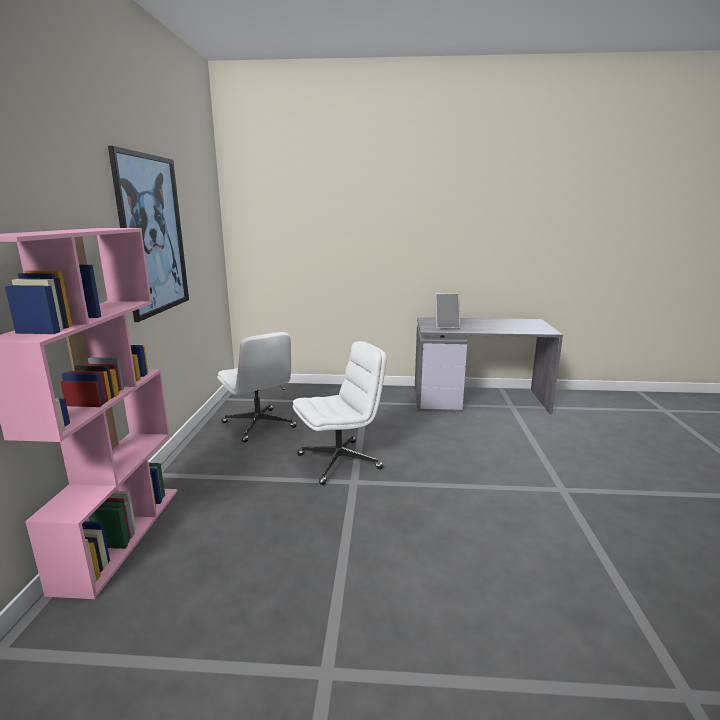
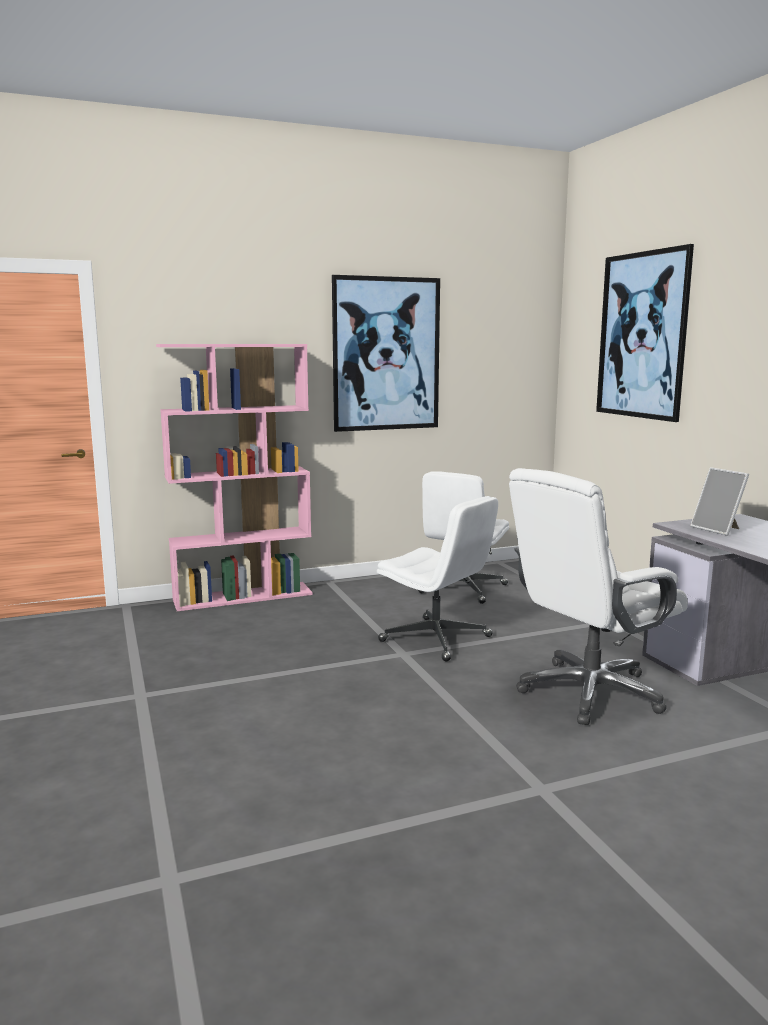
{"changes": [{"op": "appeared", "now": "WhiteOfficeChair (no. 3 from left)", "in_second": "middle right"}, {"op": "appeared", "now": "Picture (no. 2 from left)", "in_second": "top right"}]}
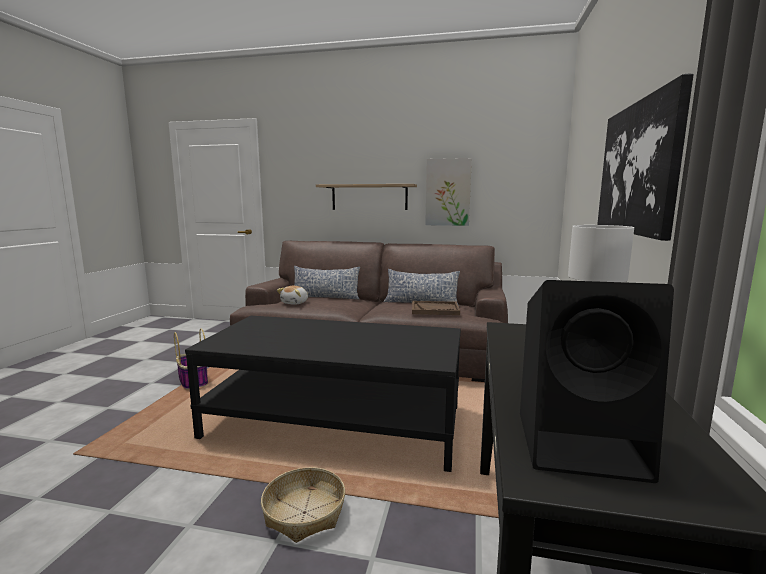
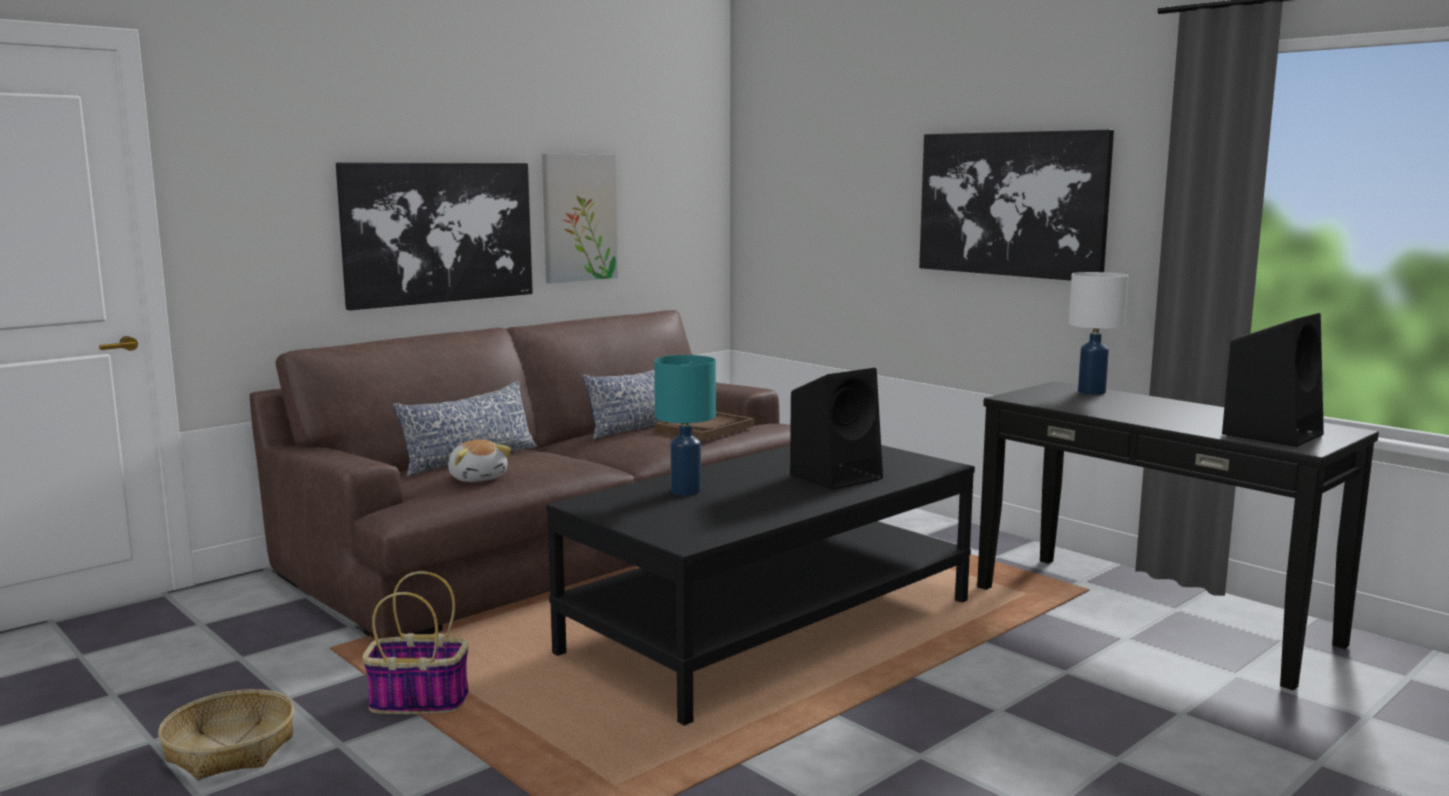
{"changes": [{"op": "appeared", "now": "TurquoiseTableLamp", "in_second": "centre"}, {"op": "appeared", "now": "BlackSpeaker (no. 1 from left)", "in_second": "centre"}, {"op": "relocated", "was": "Basket (no. 2 from left in the first image)", "now": "Basket (no. 1 from left)", "in_first": "bottom centre", "in_second": "bottom left"}, {"op": "exchanged", "was": "Shelf", "now": "Picture (no. 1 from left)", "in_first": "centre", "in_second": "top left"}]}
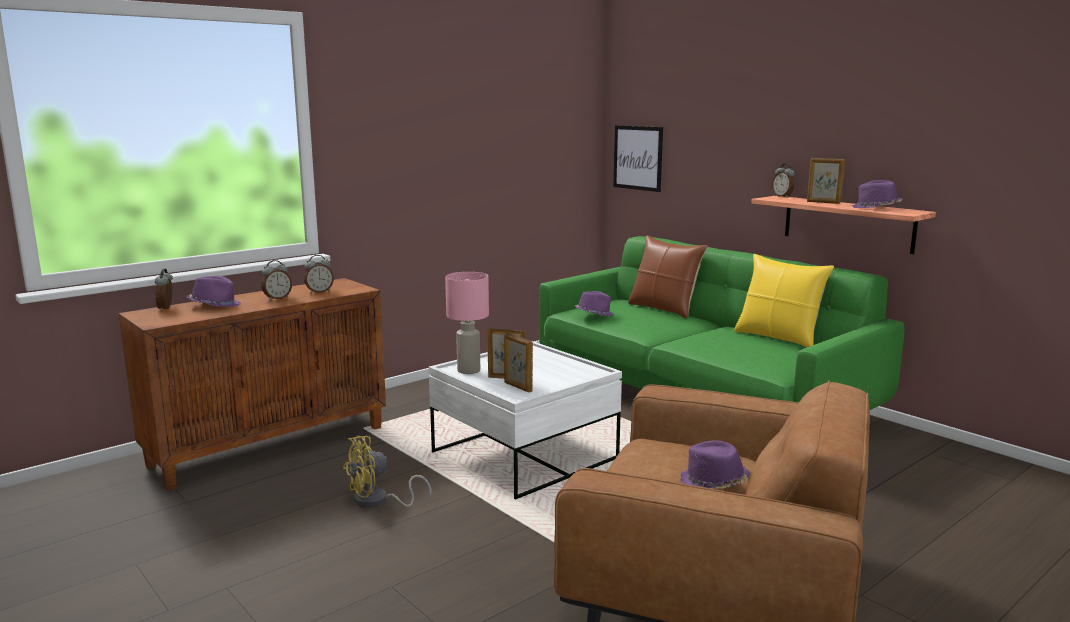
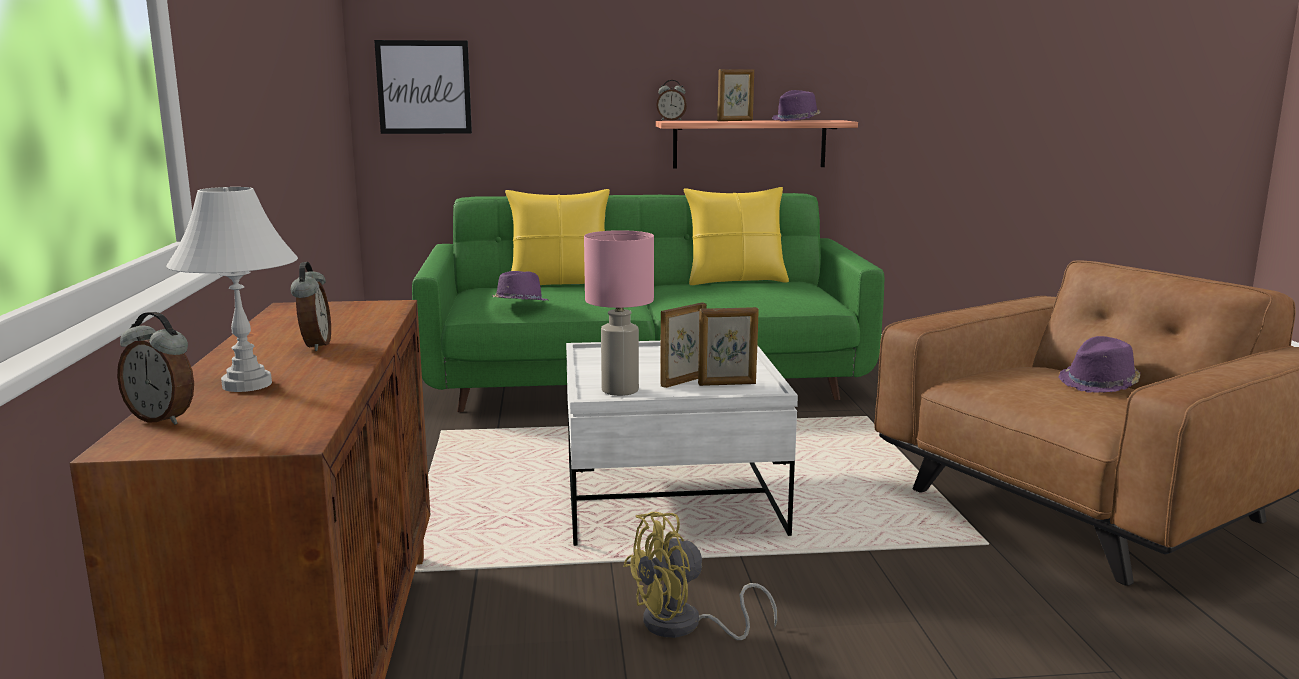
{"changes": [{"op": "missing", "was": "AlarmClock (no. 3 from left)", "in_first": "middle left"}, {"op": "exchanged", "was": "PurpleHat (no. 1 from left)", "now": "WhiteTableLamp", "in_first": "middle left", "in_second": "middle left"}, {"op": "colour", "was": "BrownPillow", "now": "YellowPillow (no. 1 from left)", "in_first": "centre", "in_second": "centre"}, {"op": "spun", "was": "YellowFan", "in_first": "bottom centre", "in_second": "bottom centre", "clockwise": 60}]}
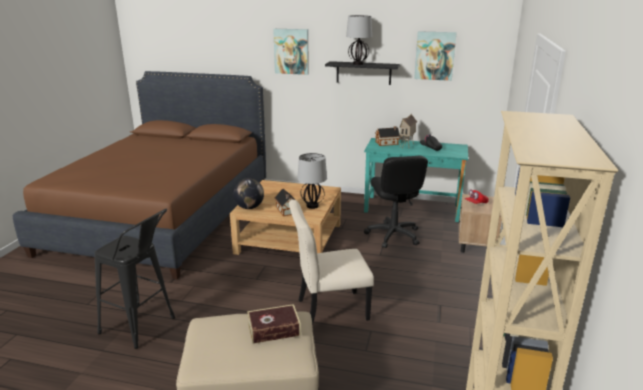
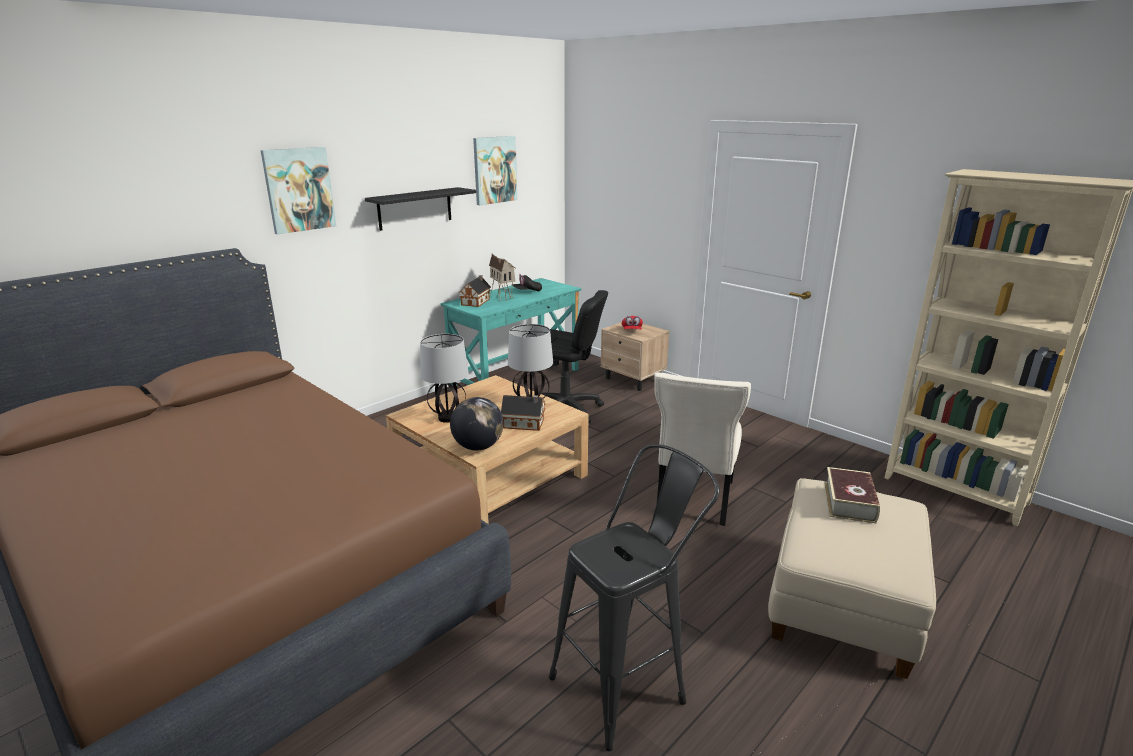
{"changes": [{"op": "relocated", "was": "TableLamp (no. 2 from left in the first image)", "now": "TableLamp (no. 1 from left)", "in_first": "top centre", "in_second": "centre"}]}
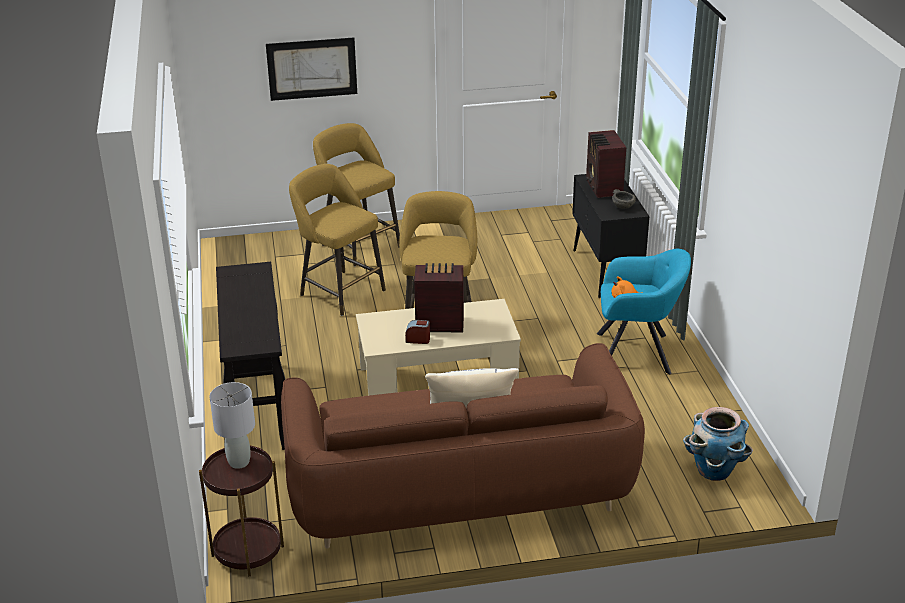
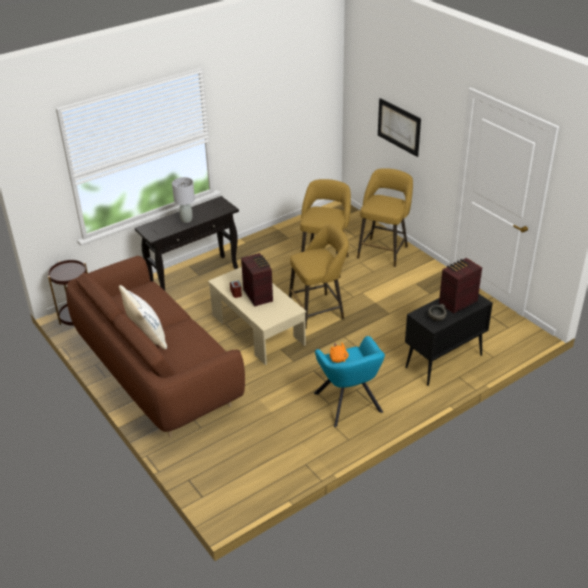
{"changes": [{"op": "missing", "was": "Planter", "in_first": "bottom right"}, {"op": "relocated", "was": "GreyTableLamp", "in_first": "bottom left", "in_second": "middle left"}]}
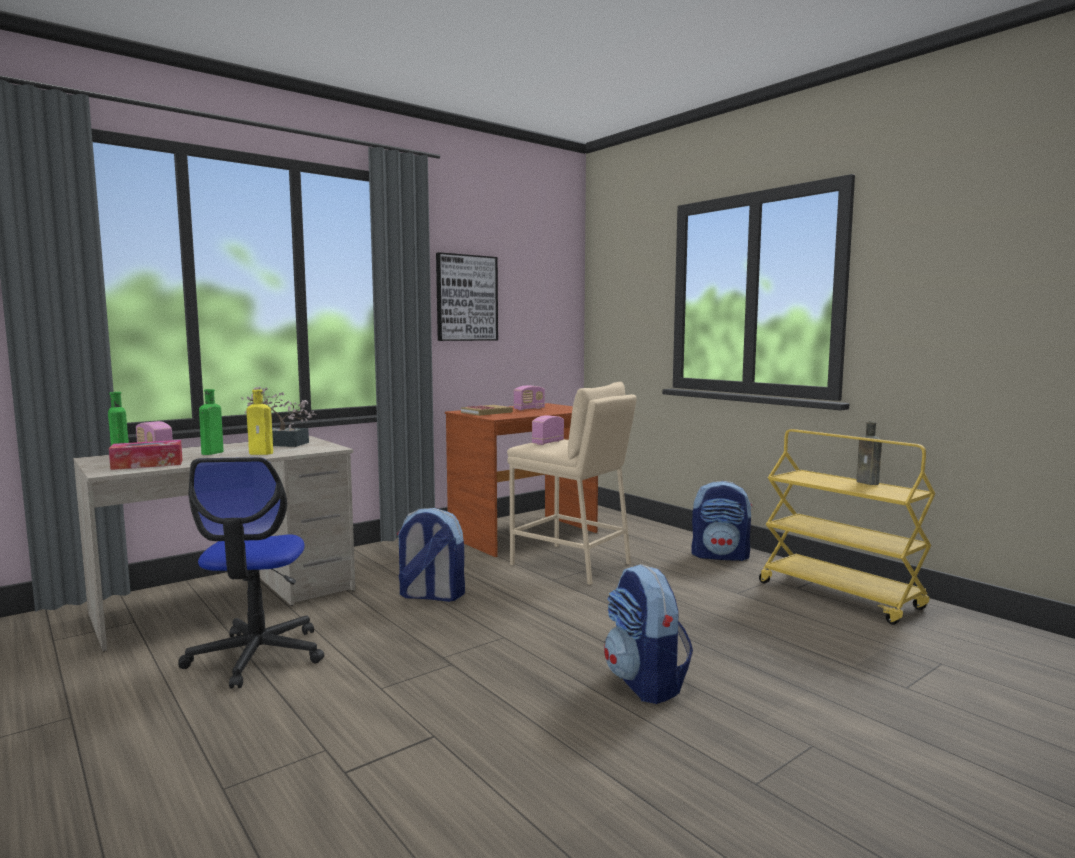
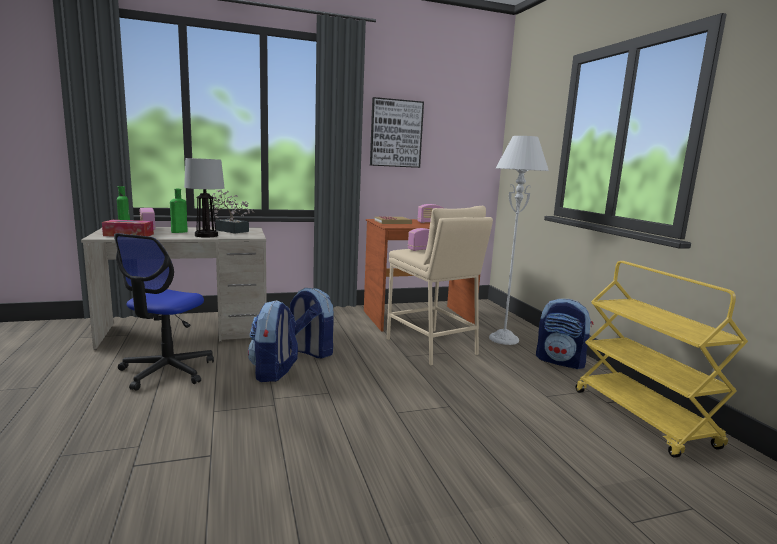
{"changes": [{"op": "missing", "was": "BrownBottle", "in_first": "middle right"}, {"op": "appeared", "now": "GreyFloorLamp", "in_second": "middle right"}, {"op": "relocated", "was": "Backpack (no. 2 from left in the first image)", "now": "Backpack (no. 1 from left)", "in_first": "bottom centre", "in_second": "centre"}, {"op": "exchanged", "was": "YellowBottle", "now": "TableLamp", "in_first": "middle left", "in_second": "middle left"}]}
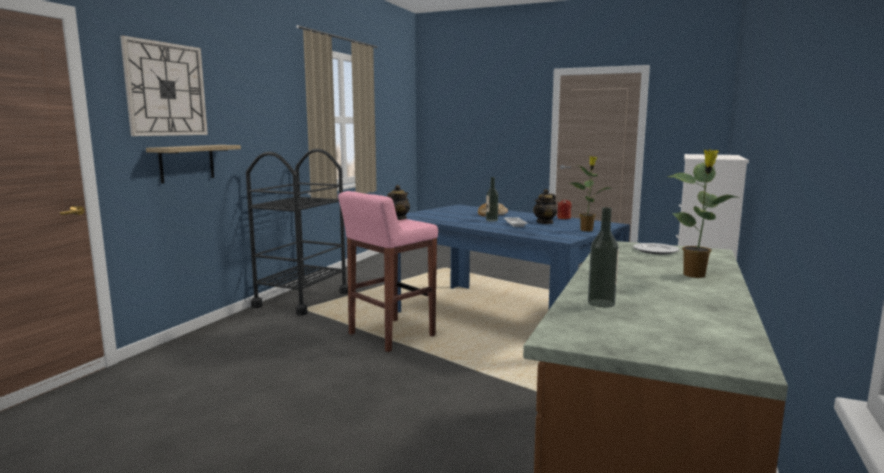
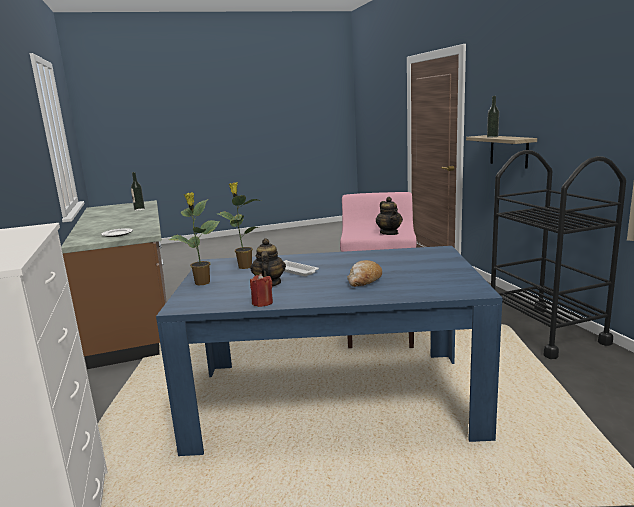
{"changes": [{"op": "missing", "was": "WallClock", "in_first": "top left"}, {"op": "relocated", "was": "Bottle (no. 1 from left in the first image)", "now": "Bottle (no. 2 from left)", "in_first": "centre", "in_second": "top right"}, {"op": "relocated", "was": "PottedPlant (no. 2 from left)", "in_first": "middle right", "in_second": "centre"}]}
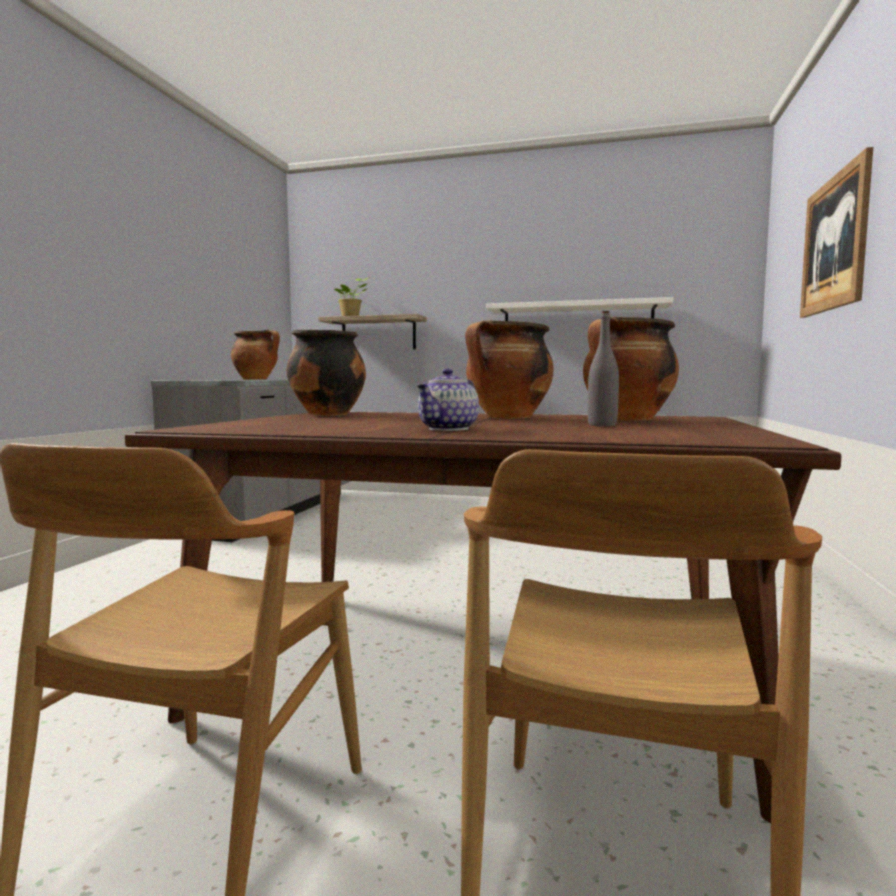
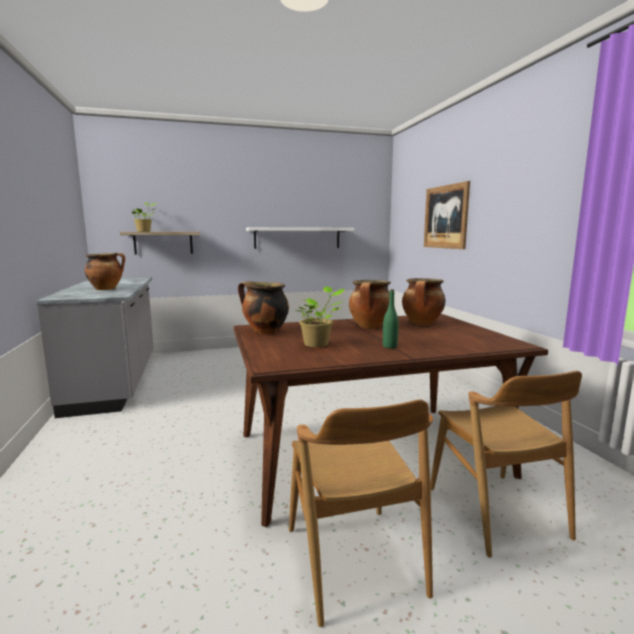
{"changes": [{"op": "missing", "was": "GreyBottle", "in_first": "middle right"}, {"op": "appeared", "now": "PottedPlant (no. 2 from left)", "in_second": "centre"}, {"op": "exchanged", "was": "Teapot", "now": "GreenBottle", "in_first": "centre", "in_second": "centre"}]}
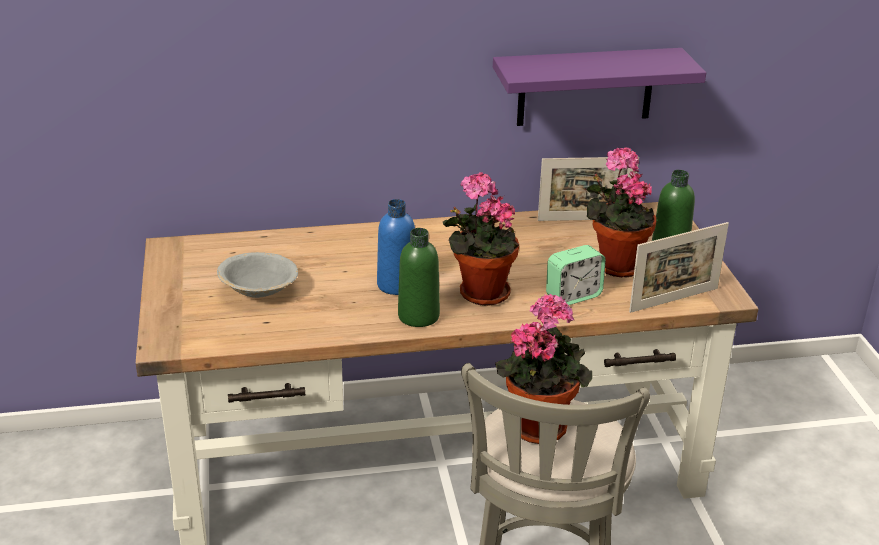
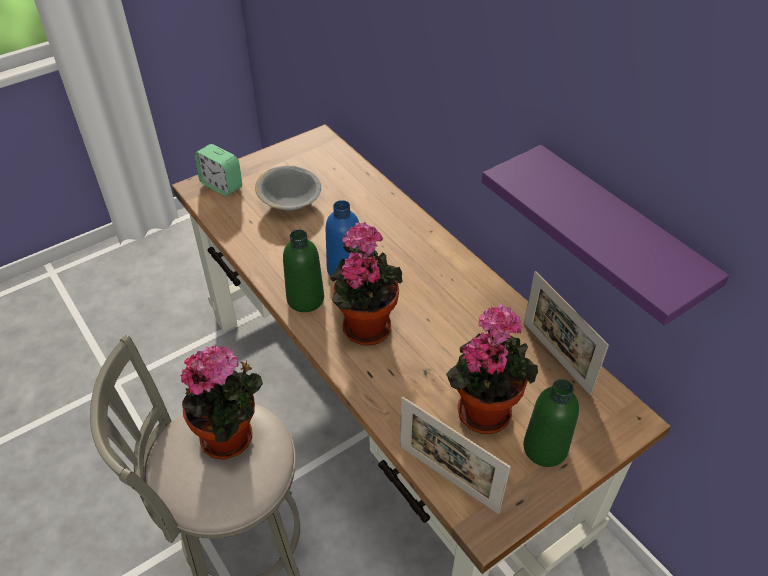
{"changes": [{"op": "relocated", "was": "AlarmClock", "in_first": "centre", "in_second": "top left"}]}
